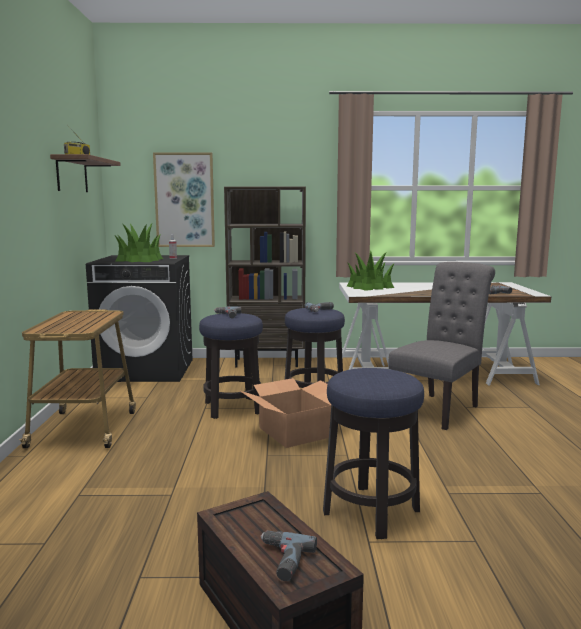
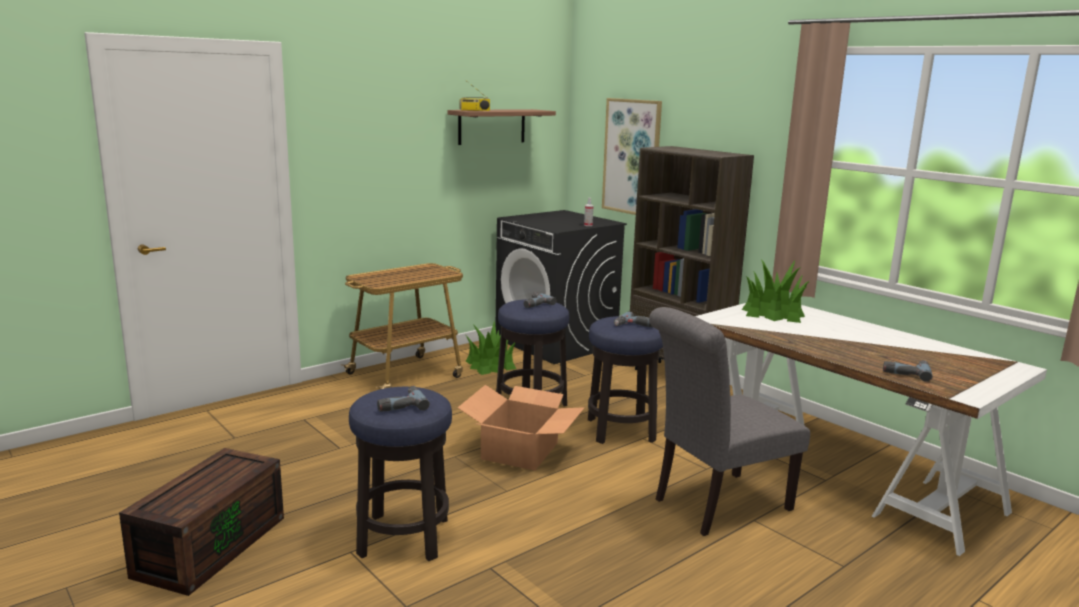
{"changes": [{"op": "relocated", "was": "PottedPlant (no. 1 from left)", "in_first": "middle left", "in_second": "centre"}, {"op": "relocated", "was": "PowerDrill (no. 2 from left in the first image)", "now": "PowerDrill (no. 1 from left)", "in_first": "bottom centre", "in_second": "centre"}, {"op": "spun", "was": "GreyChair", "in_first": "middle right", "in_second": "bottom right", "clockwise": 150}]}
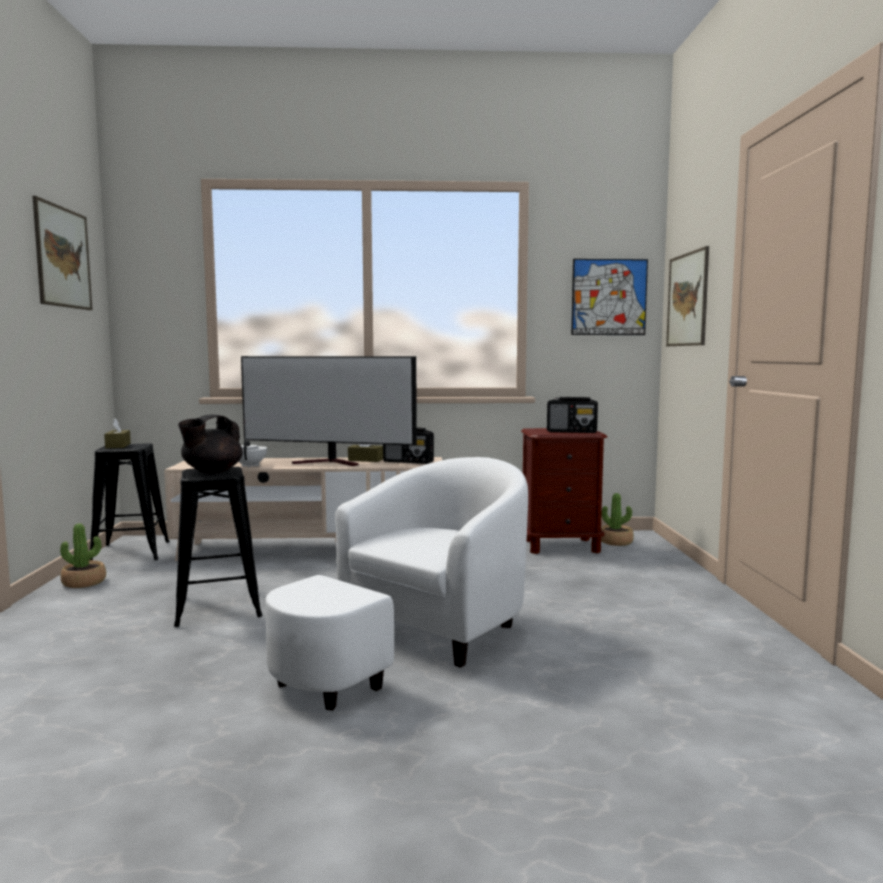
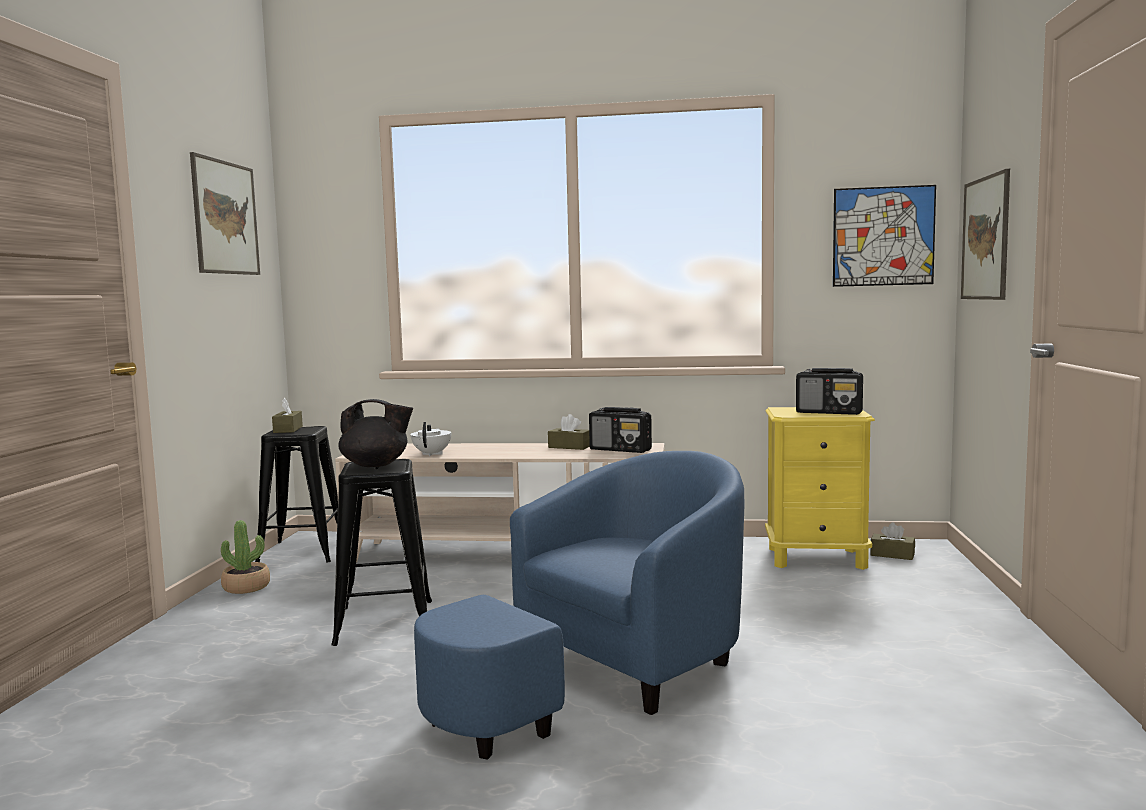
{"changes": [{"op": "missing", "was": "Television", "in_first": "centre"}, {"op": "exchanged", "was": "PottedPlant (no. 2 from left)", "now": "BrownTissueBox (no. 3 from left)", "in_first": "middle right", "in_second": "bottom right"}, {"op": "colour", "was": "WhiteArmchair", "now": "BlueArmchair", "in_first": "centre", "in_second": "bottom centre"}, {"op": "colour", "was": "BrownNightstand", "now": "YellowNightstand", "in_first": "centre", "in_second": "middle right"}, {"op": "spun", "was": "BlackTeapot", "in_first": "middle left", "in_second": "middle left", "clockwise": -135}]}
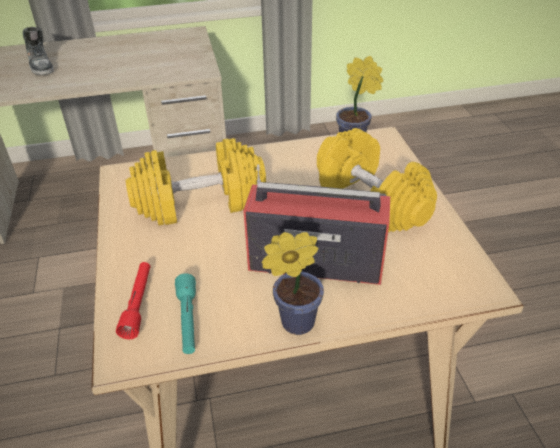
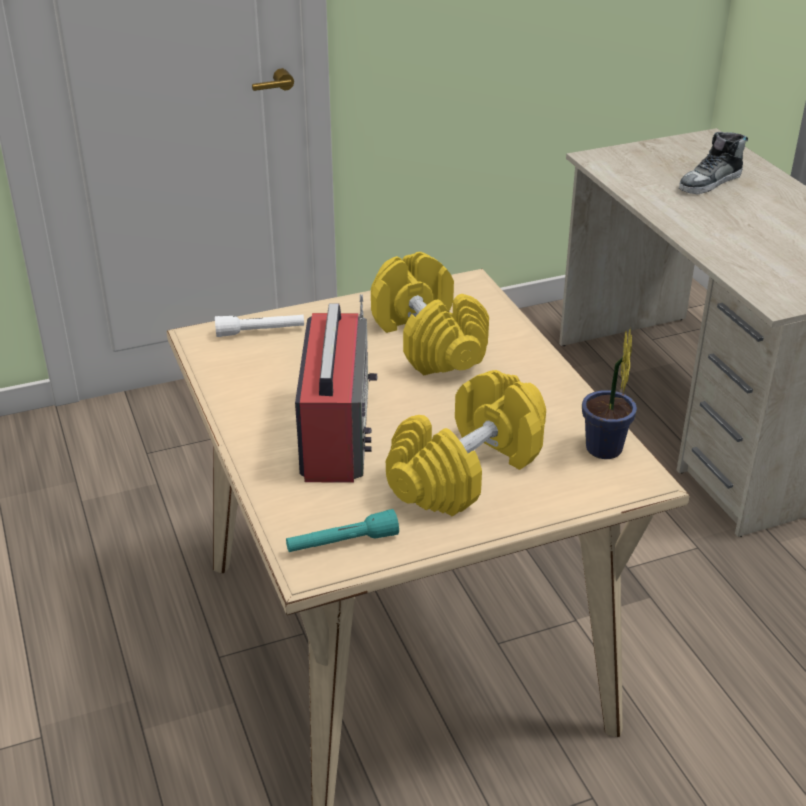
{"changes": [{"op": "missing", "was": "PottedPlant (no. 1 from left)", "in_first": "centre"}, {"op": "relocated", "was": "TurquoiseFlashlight", "in_first": "bottom left", "in_second": "centre"}, {"op": "colour", "was": "RedFlashlight", "now": "WhiteFlashlight", "in_first": "bottom left", "in_second": "middle left"}]}
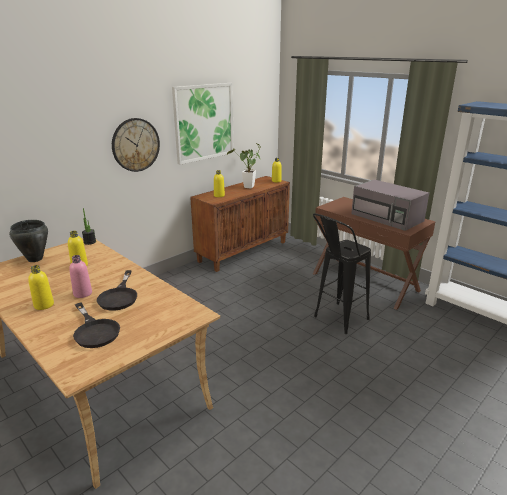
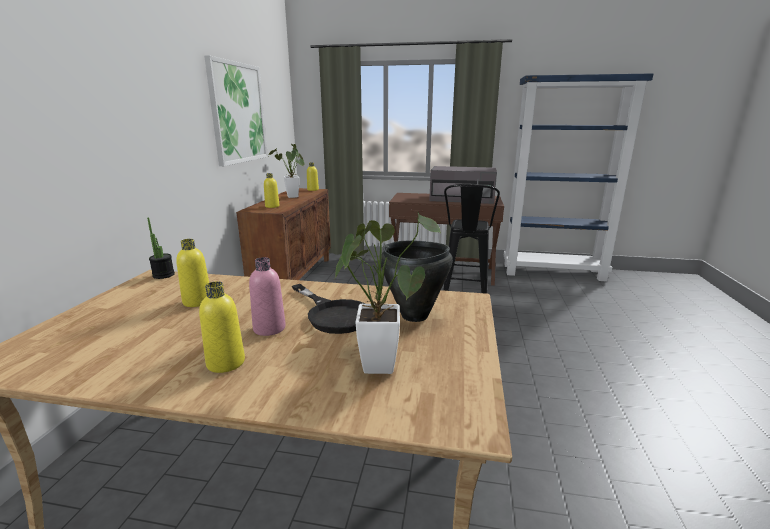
{"changes": [{"op": "missing", "was": "WallClock", "in_first": "top left"}, {"op": "relocated", "was": "BlackCookingPot", "in_first": "middle left", "in_second": "centre"}, {"op": "exchanged", "was": "BlackFryingPan (no. 1 from left)", "now": "PottedPlant (no. 3 from left)", "in_first": "middle left", "in_second": "centre"}]}
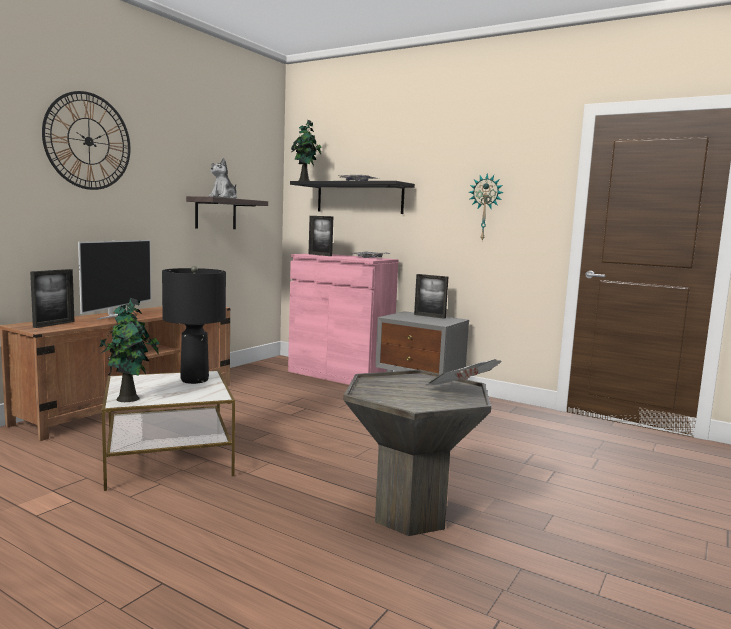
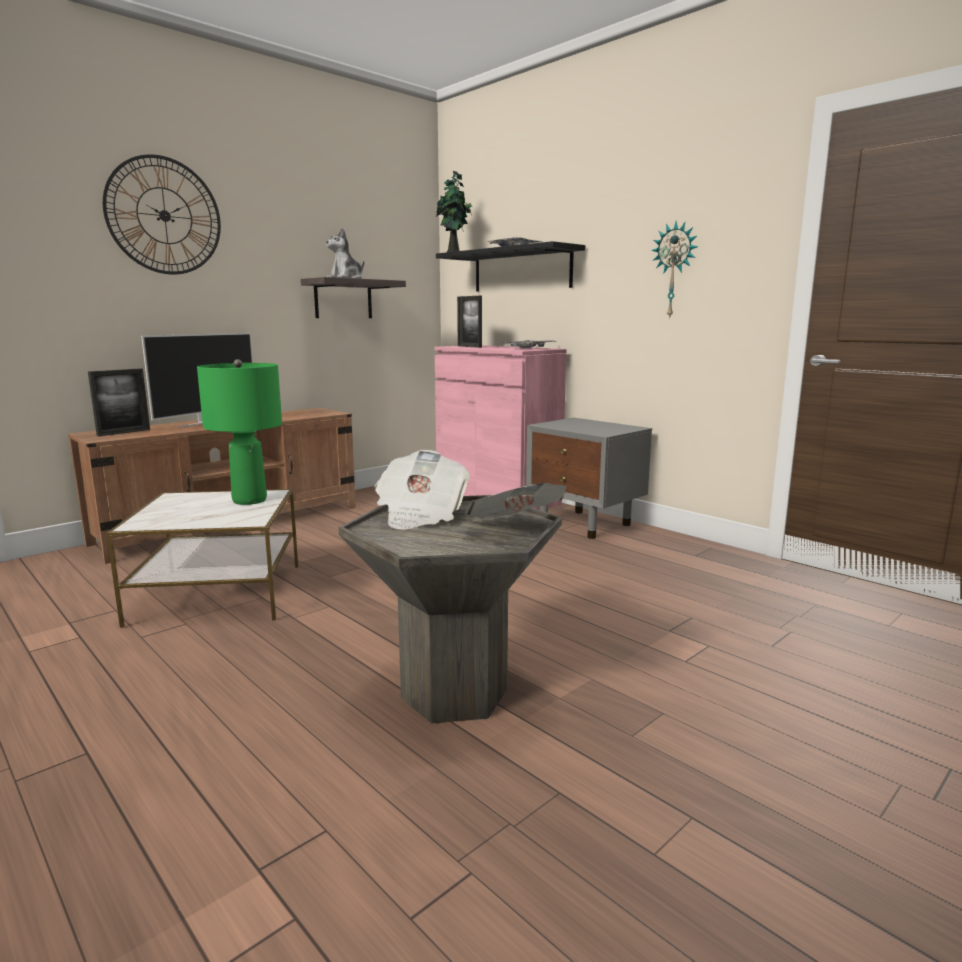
{"changes": [{"op": "missing", "was": "PottedPlant (no. 1 from left)", "in_first": "middle left"}, {"op": "missing", "was": "PictureFrame (no. 3 from left)", "in_first": "centre"}, {"op": "appeared", "now": "Newspaper (no. 1 from left)", "in_second": "centre"}, {"op": "colour", "was": "BlackTableLamp", "now": "GreenTableLamp", "in_first": "middle left", "in_second": "middle left"}]}
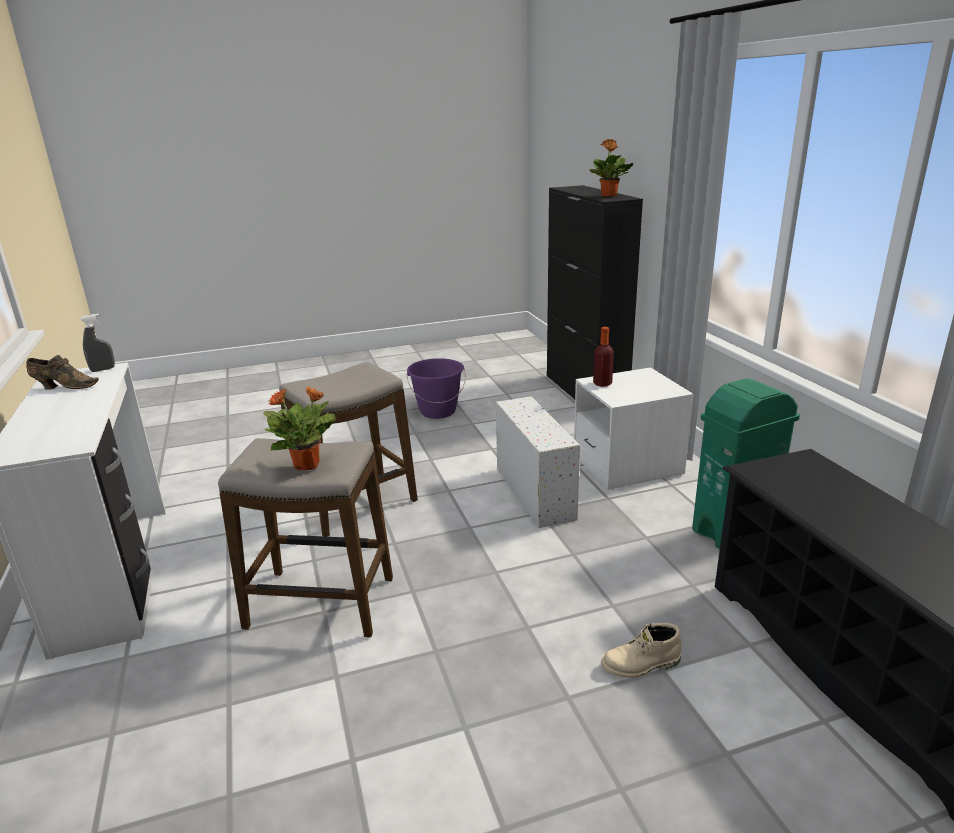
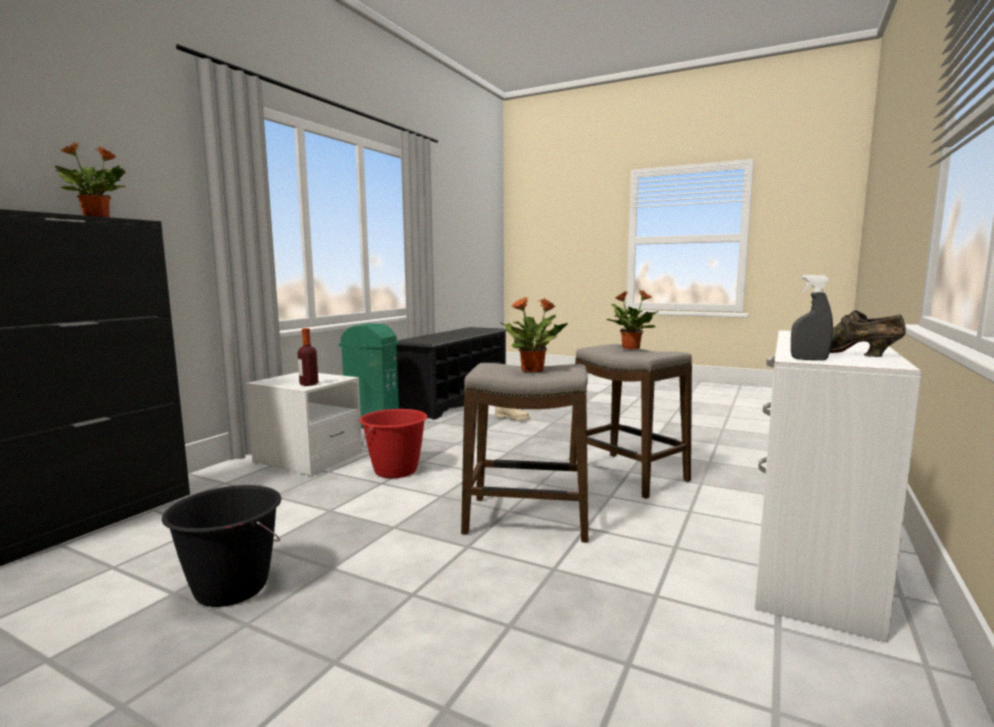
{"changes": [{"op": "appeared", "now": "PottedPlant (no. 2 from left)", "in_second": "centre"}, {"op": "exchanged", "was": "WhiteStorageBox", "now": "RedBucket", "in_first": "centre", "in_second": "centre"}, {"op": "colour", "was": "PurpleBucket", "now": "BlackBucket", "in_first": "centre", "in_second": "bottom left"}]}
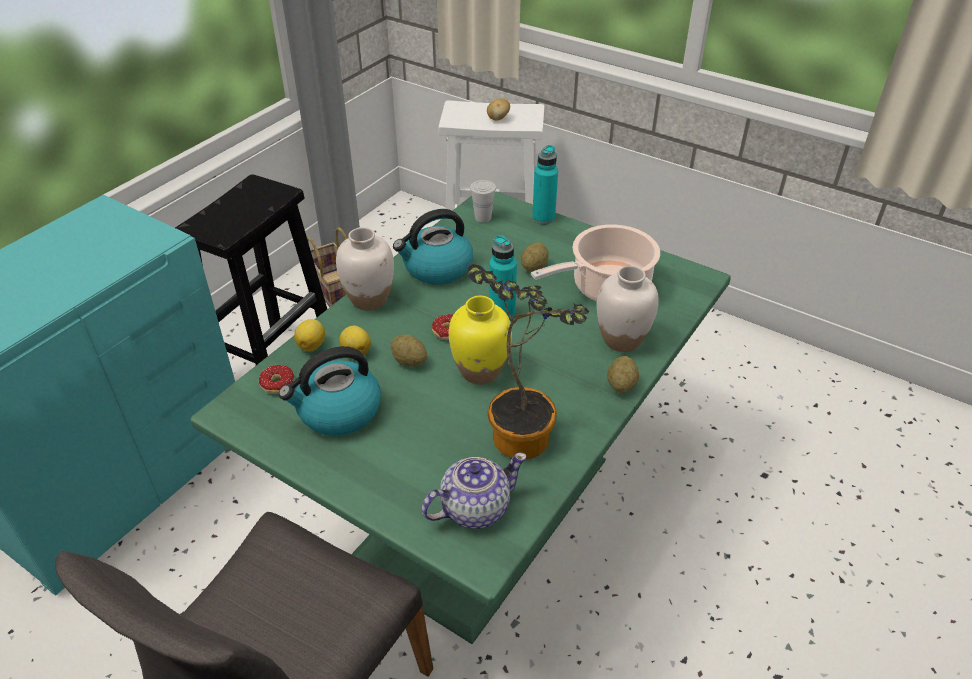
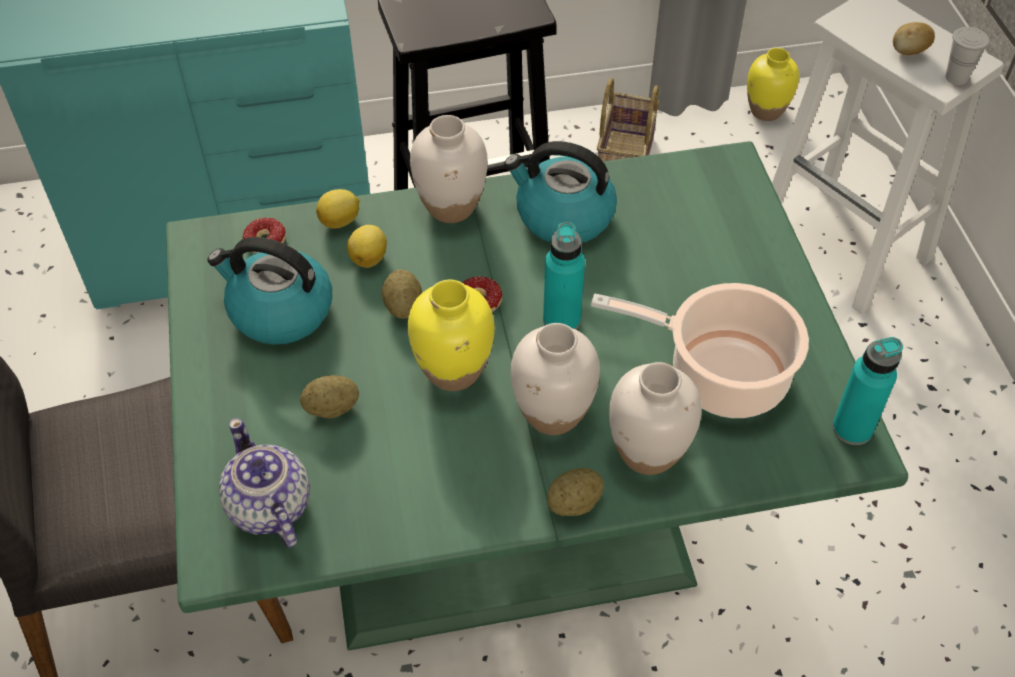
{"changes": [{"op": "missing", "was": "PottedPlant", "in_first": "centre"}, {"op": "appeared", "now": "WhiteVase (no. 2 from left)", "in_second": "centre"}, {"op": "appeared", "now": "YellowVase (no. 2 from left)", "in_second": "top right"}, {"op": "relocated", "was": "WhiteCup", "in_first": "top centre", "in_second": "top right"}, {"op": "relocated", "was": "Potato (no. 3 from left in the first image)", "now": "Potato (no. 1 from left)", "in_first": "centre", "in_second": "middle left"}, {"op": "relocated", "was": "TurquoiseBottle (no. 2 from left)", "in_first": "top centre", "in_second": "middle right"}, {"op": "spun", "was": "Teapot", "in_first": "bottom centre", "in_second": "bottom left", "clockwise": -135}]}
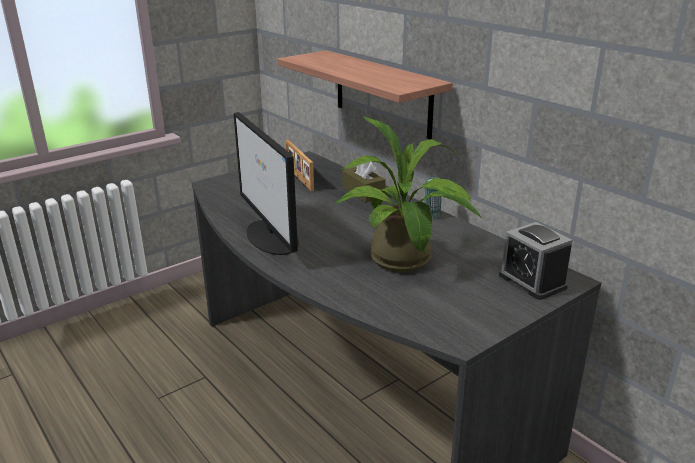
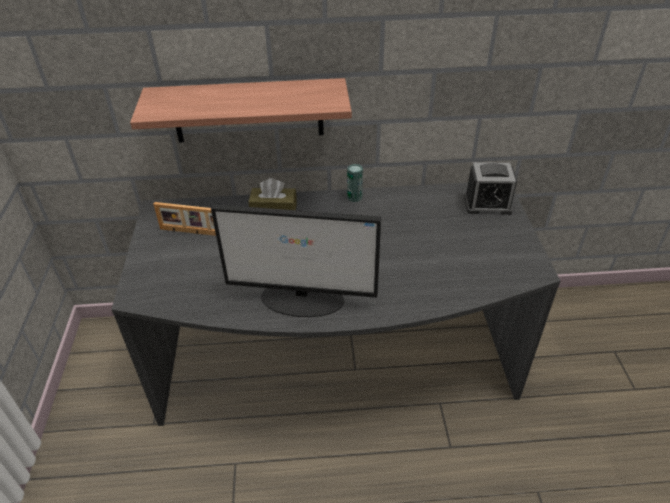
{"changes": [{"op": "missing", "was": "PottedPlant", "in_first": "centre"}]}
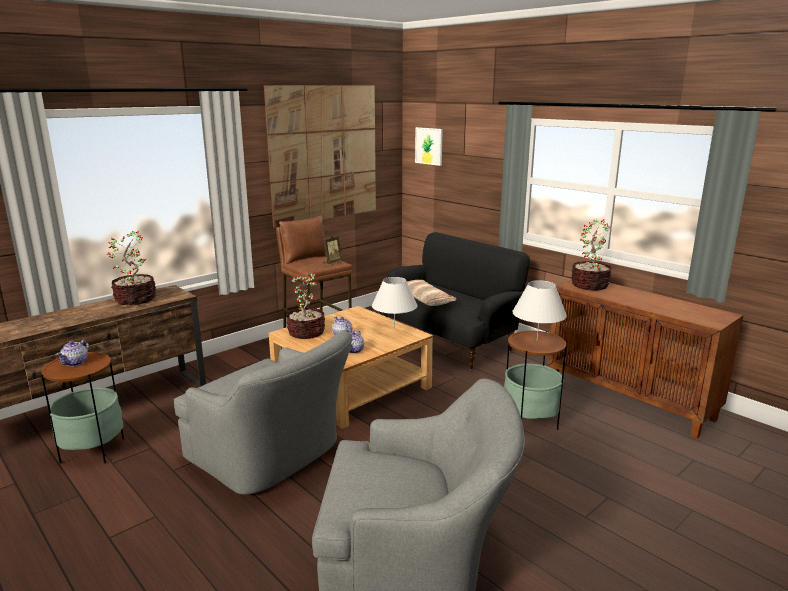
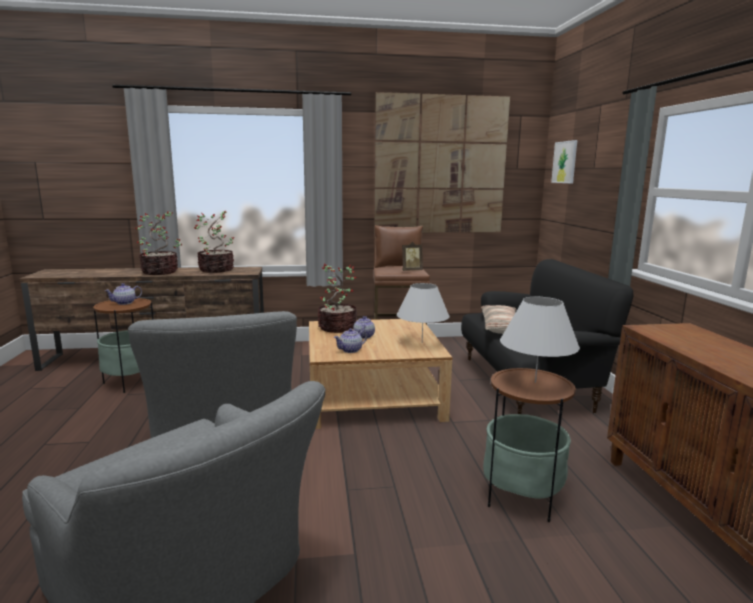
{"changes": [{"op": "relocated", "was": "PottedPlant (no. 3 from left in the first image)", "now": "PottedPlant (no. 1 from left)", "in_first": "middle right", "in_second": "middle left"}]}
